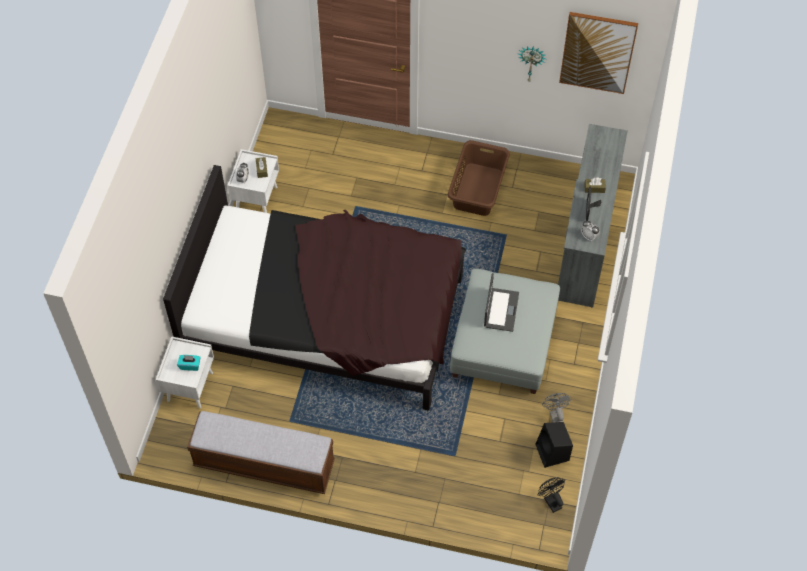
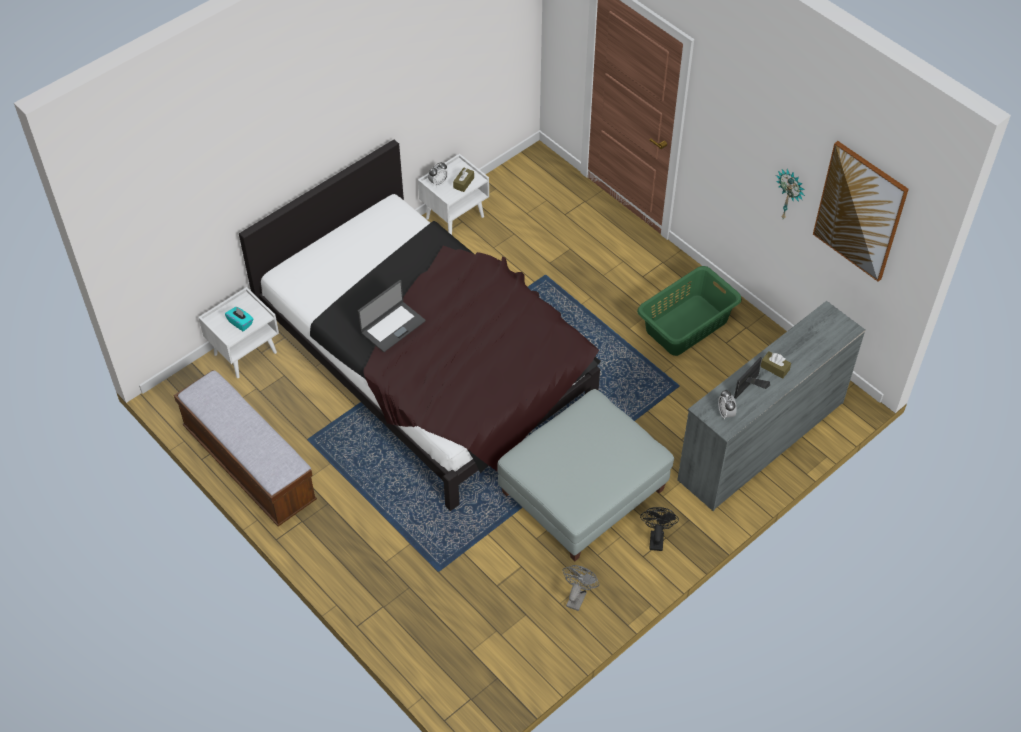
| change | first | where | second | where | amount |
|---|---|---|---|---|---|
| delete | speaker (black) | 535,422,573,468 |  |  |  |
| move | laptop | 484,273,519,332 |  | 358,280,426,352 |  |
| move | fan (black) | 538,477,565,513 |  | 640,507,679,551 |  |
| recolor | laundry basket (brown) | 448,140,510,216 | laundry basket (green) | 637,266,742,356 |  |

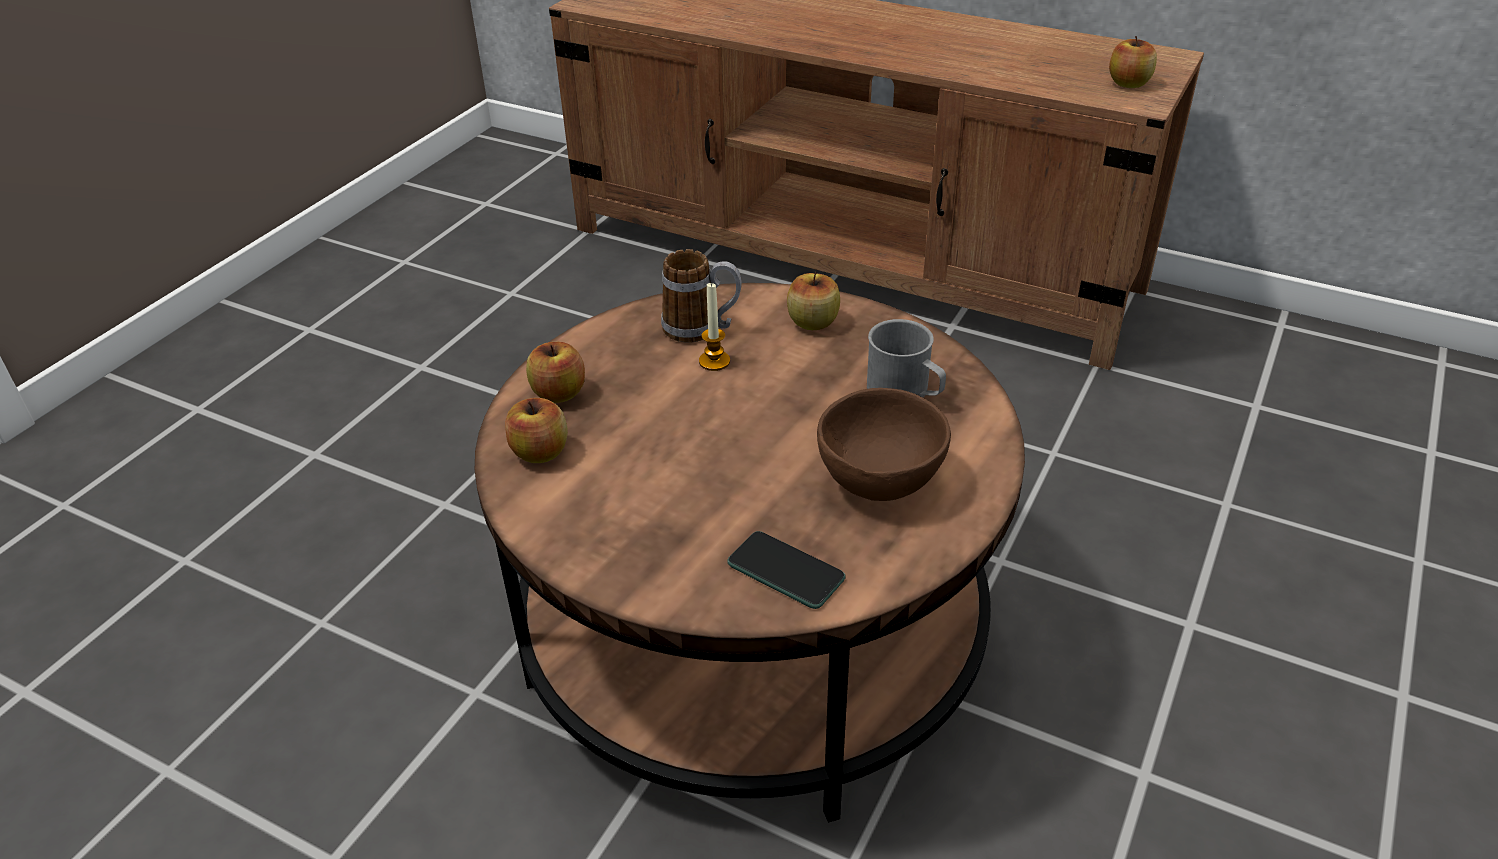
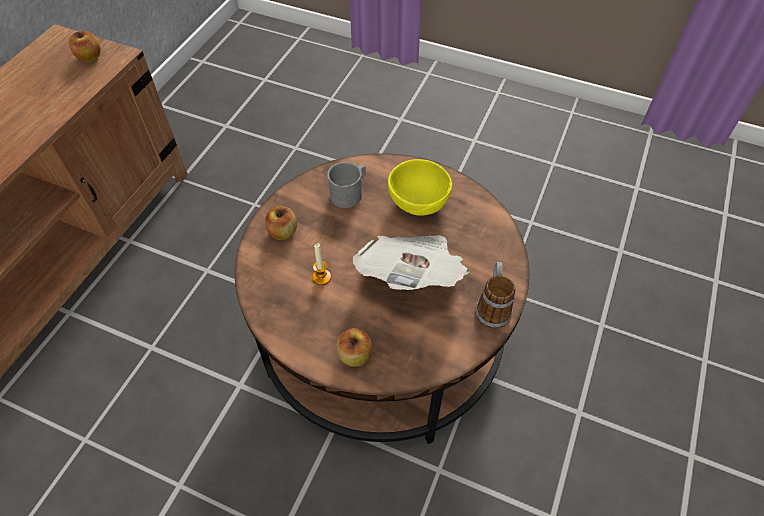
| change | first | where | second | where | amount |
|---|---|---|---|---|---|
| delete | apple | 505,398,568,463 |  |  |  |
| delete | phone | 727,531,846,609 |  |  |  |
| insert |  |  | newspaper | 352,235,469,290 |  |
| move | mug | 661,249,742,343 |  | 475,262,515,329 |  |
| recolor | bowl (brown) | 817,388,951,501 | bowl (yellow) | 388,159,452,216 |  |

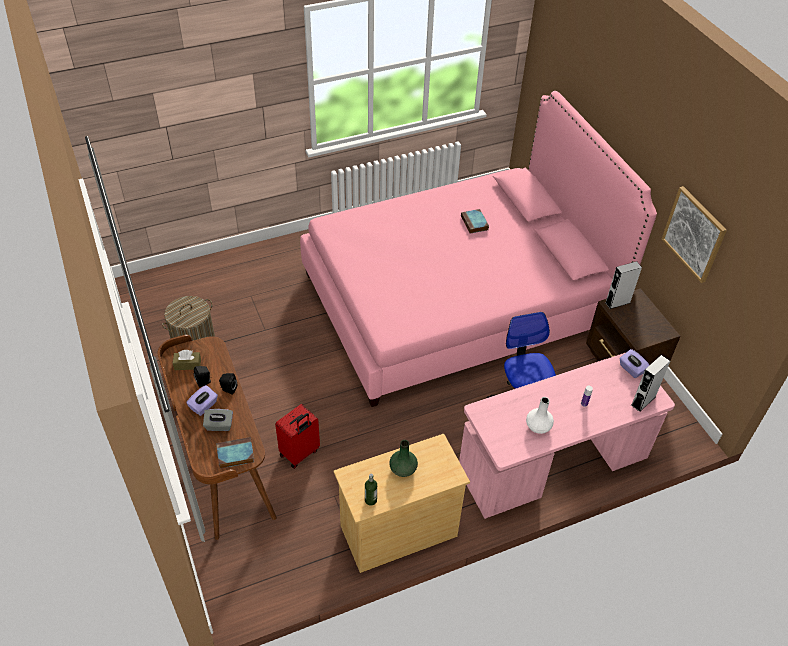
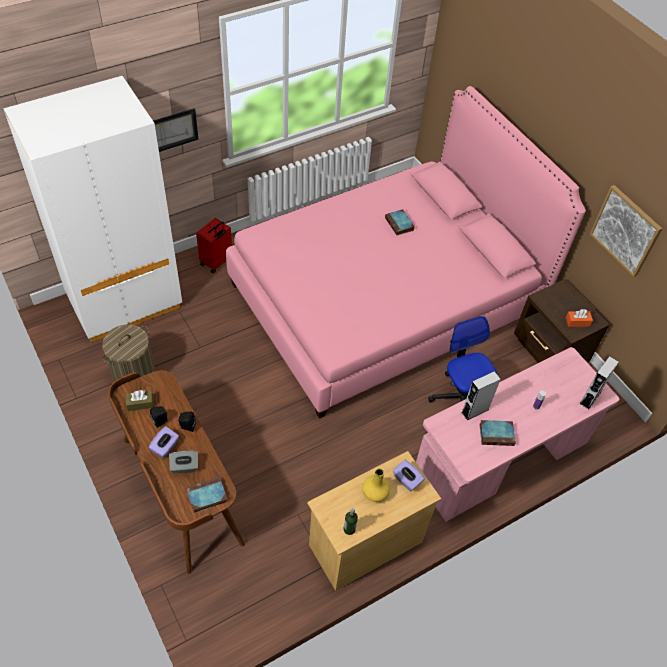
| change | first | where | second | where | amount |
|---|---|---|---|---|---|
| insert |  |  | wardrobe (white) | 3,76,182,342 |  |
| insert |  |  | picture | 153,108,199,152 |  |
| insert |  |  | tissue box (orange) | 566,309,593,327 |  |
| move | suitcase (red) | 275,404,320,469 |  | 196,218,232,273 |  |
| move | speaker (grey) | 605,261,642,309 |  | 461,371,501,420 |  |
| move | tissue box (purple) | 619,349,649,378 |  | 393,459,425,491 |  |
| replace | vase (white) | 526,397,554,434 | book | 479,420,516,446 |  |
| recolor | vase (green) | 389,440,418,477 | vase (yellow) | 362,468,390,502 |  |

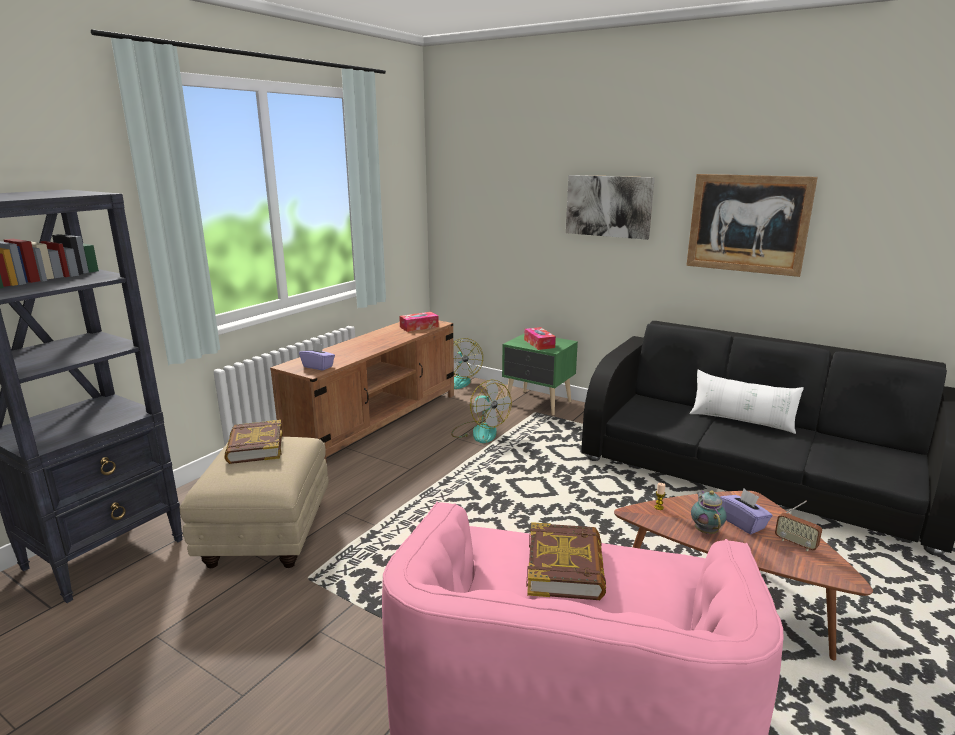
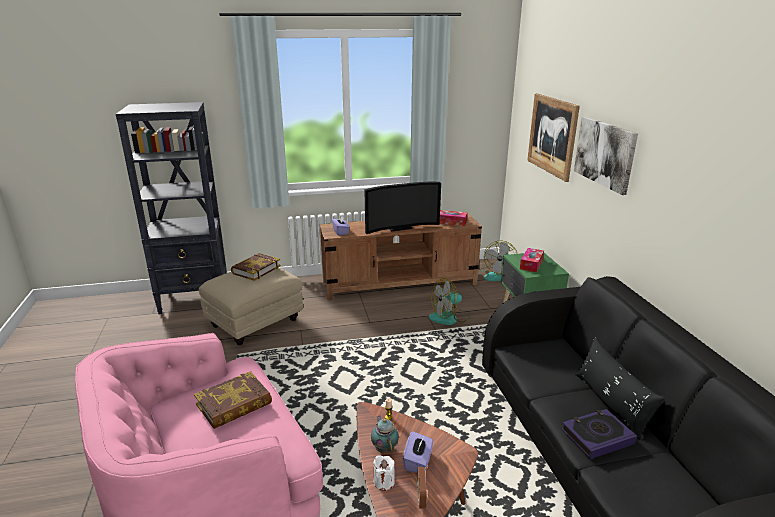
| change | first | where | second | where | amount |
|---|---|---|---|---|---|
| insert |  |  | television | 364,182,441,234 |  |
| insert |  |  | candle (white) | 373,455,395,491 |  |
| insert |  |  | book | 561,409,637,459 |  |
| move | picture | 686,174,818,277 |  | 527,93,580,182 |  |
| recolor | pillow (white) | 690,370,804,434 | pillow (black) | 575,337,665,440 |  |
| rotate | fan | 451,379,512,443 |  | 429,278,470,325 | 60 degrees clockwise |
| rotate | teapot | 691,490,727,534 |  | 371,415,399,453 | 60 degrees counterclockwise |

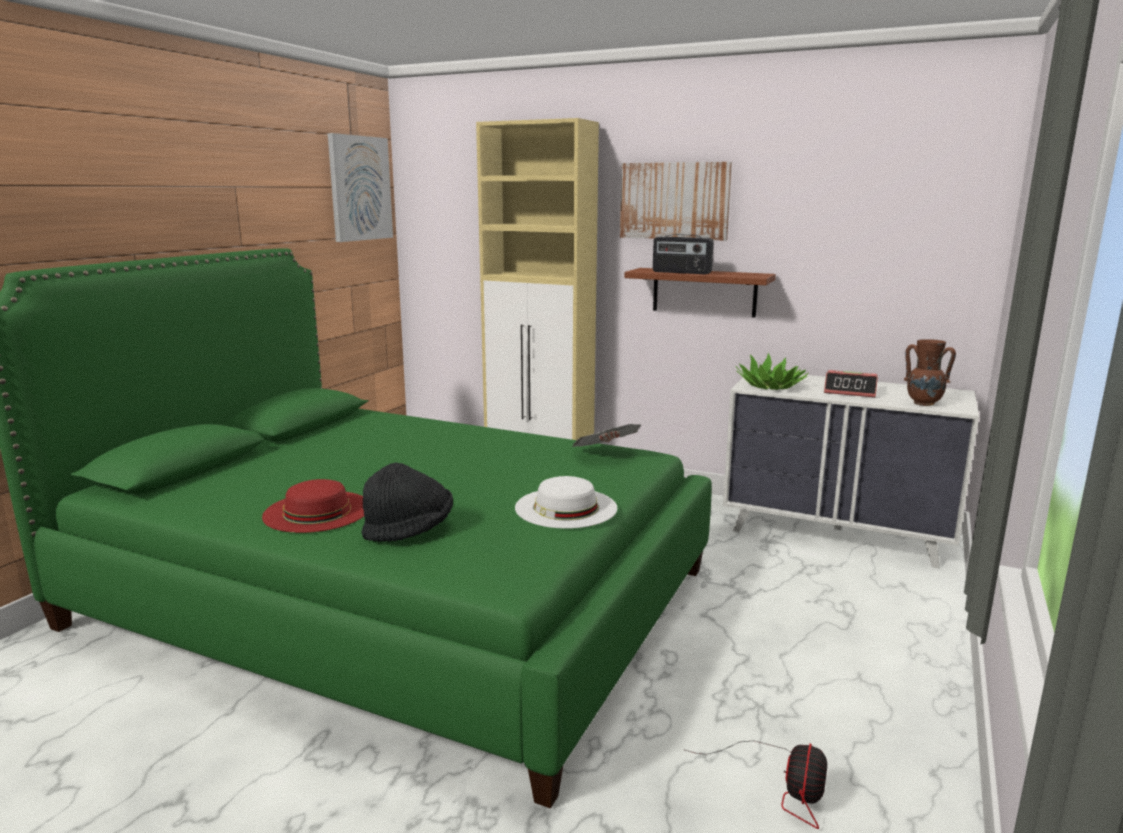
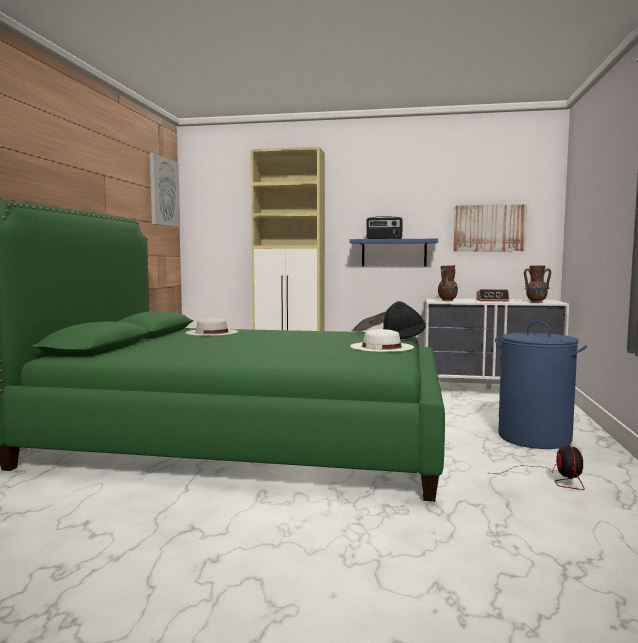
| change | first | where | second | where | amount |
|---|---|---|---|---|---|
| delete | hat (red) | 262,479,364,533 |  |  |  |
| insert |  |  | hat (white) | 185,318,238,336 |  |
| insert |  |  | laundry basket (blue) | 495,321,587,449 |  |
| move | hat (black) | 361,463,453,542 |  | 383,301,426,339 |  |
| move | picture | 620,162,732,241 |  | 453,204,527,252 |  |
| replace | potted plant | 735,353,809,390 | vase (brown) | 438,265,458,301 |  |
| recolor | shelf (brown) | 624,268,776,318 | shelf (blue) | 349,239,438,266 |  |

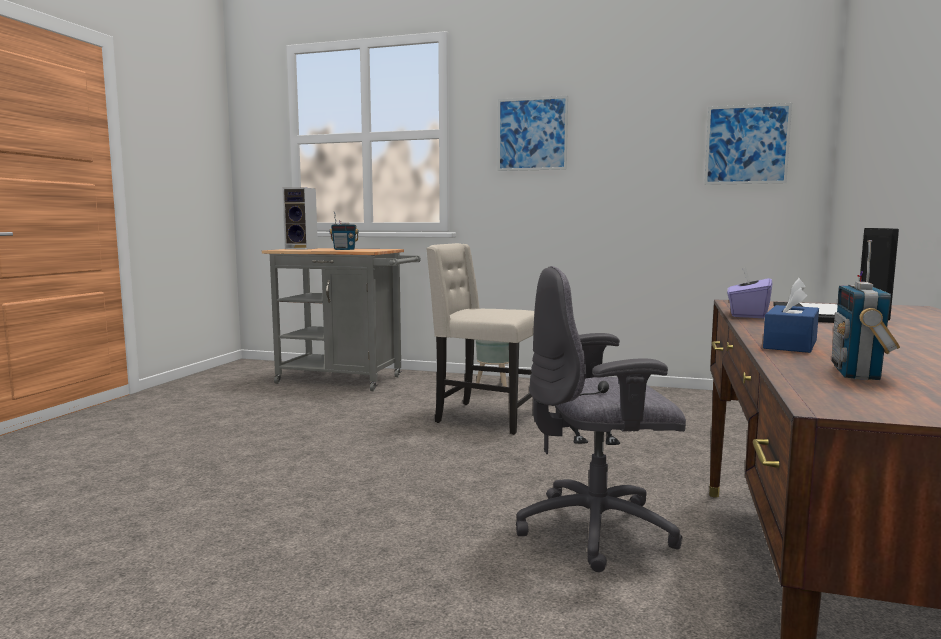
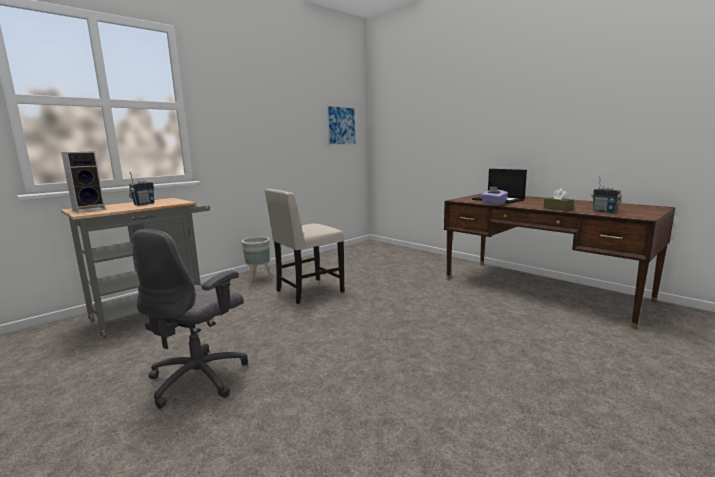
| change | first | where | second | where | amount |
|---|---|---|---|---|---|
| delete | picture | 497,96,568,171 |  |  |  |
| move | office chair (grey) | 516,266,686,572 |  | 132,229,248,409 |  |
| recolor | tissue box (blue) | 763,278,819,353 | tissue box (brown) | 544,188,574,211 |  |

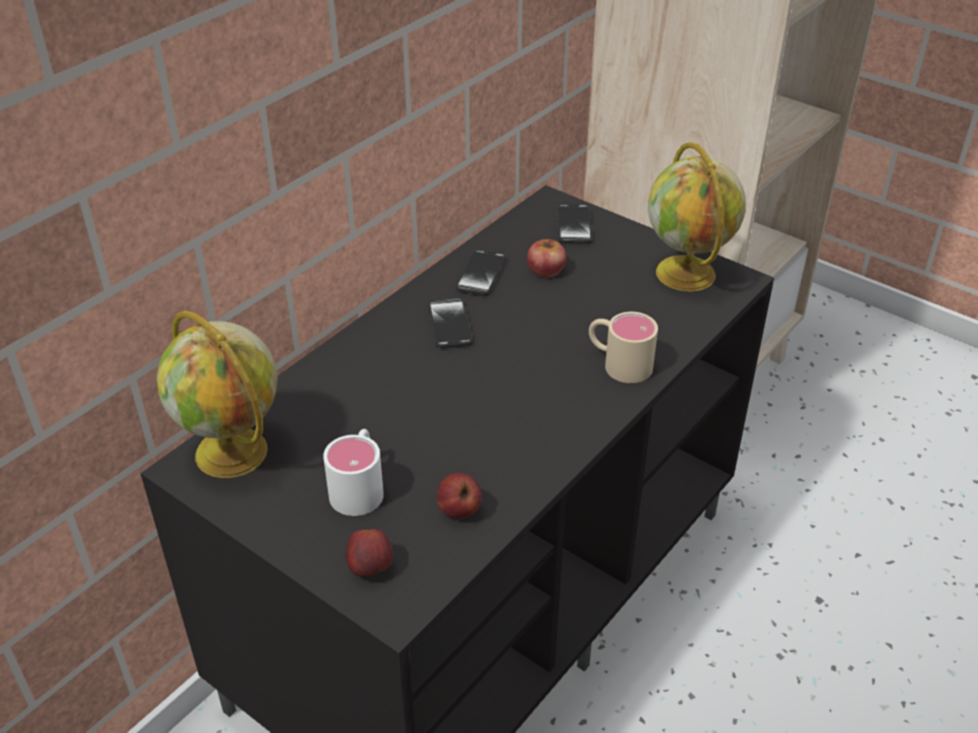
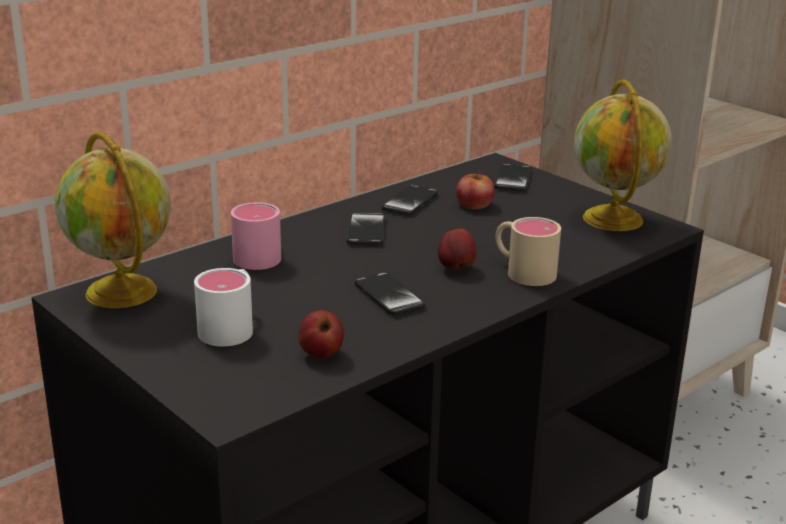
| change | first | where | second | where | amount |
|---|---|---|---|---|---|
| insert |  |  | mug (pink) | 231,202,281,270 |  |
| insert |  |  | phone | 355,272,425,316 |  |
| move | apple | 346,529,393,578 |  | 438,229,477,271 |  |

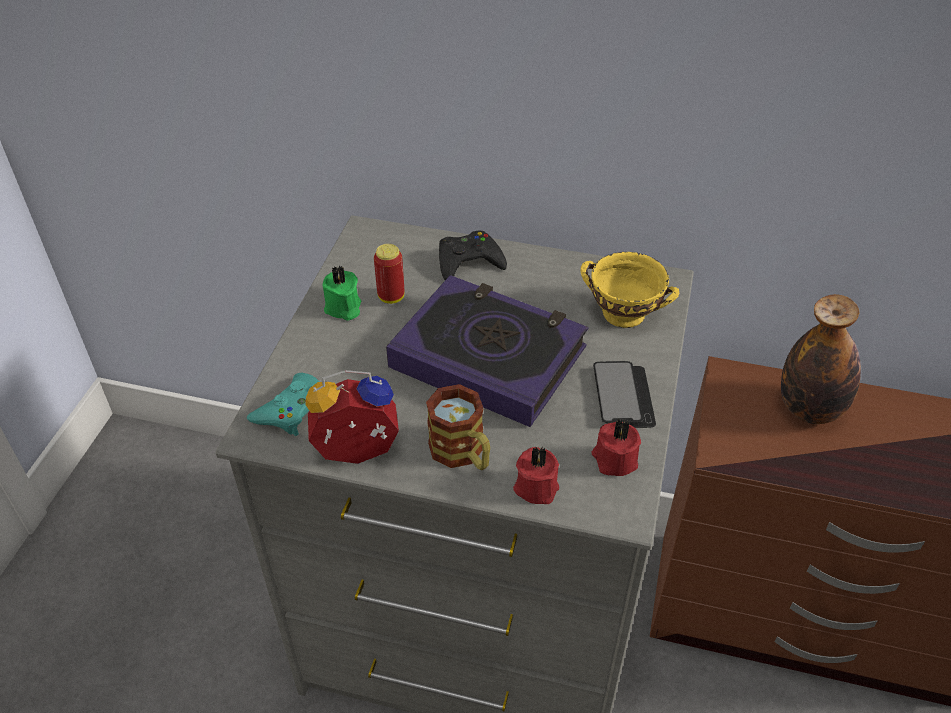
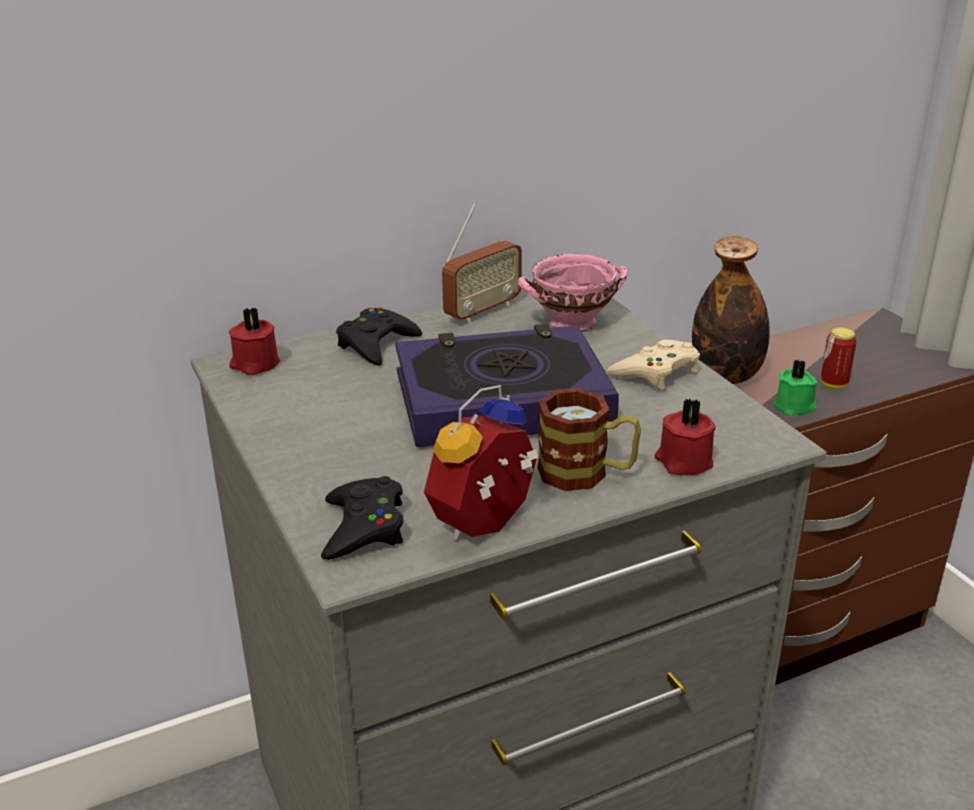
| change | first | where | second | where | amount |
|---|---|---|---|---|---|
| insert |  |  | radio | 442,202,522,323 |  |
| move | candle (green) | 322,265,361,321 |  | 774,360,818,416 |  |
| move | can | 374,244,405,304 |  | 821,327,857,389 |  |
| move | candle (red) | 591,419,641,476 |  | 229,308,280,375 |  |
| replace | phone | 593,361,656,428 | game controller (beige) | 606,340,700,390 |  |
| recolor | game controller (turquoise) | 247,373,320,436 | game controller (black) | 321,476,403,560 |  |
| recolor | bowl (yellow) | 580,252,680,328 | bowl (pink) | 518,254,628,332 |  |

